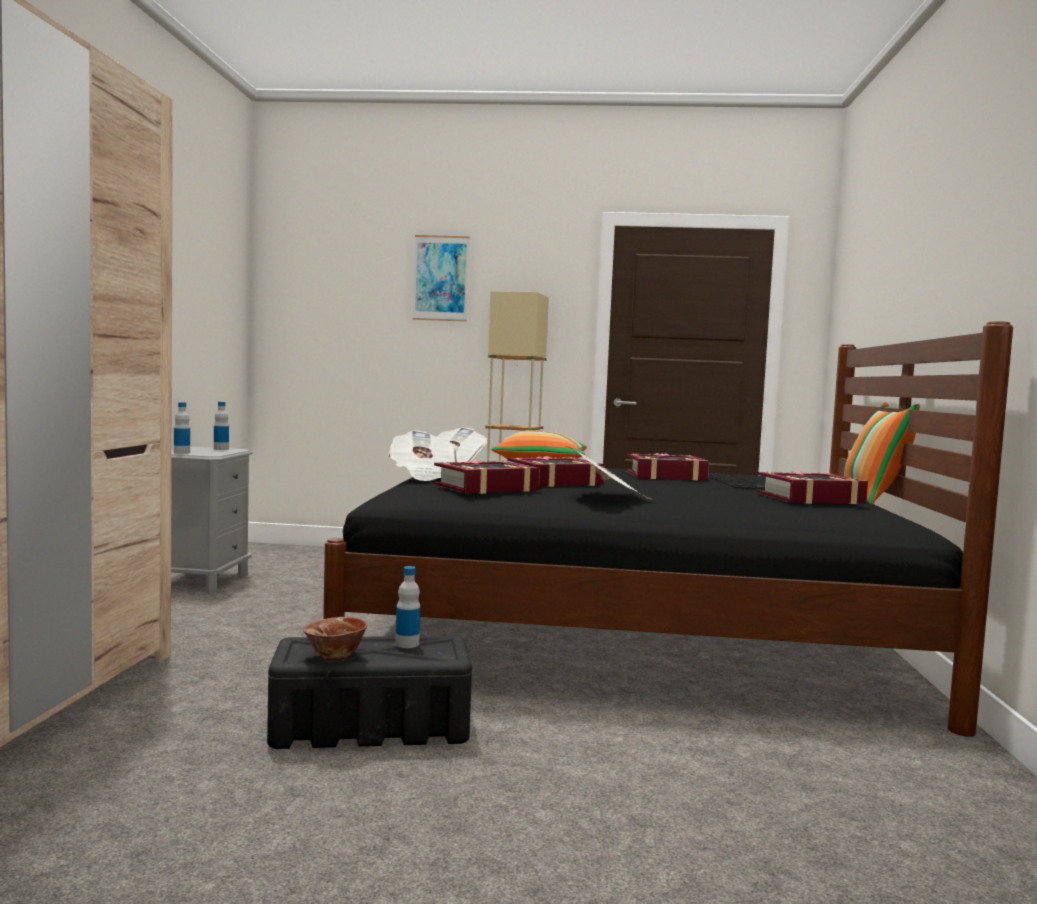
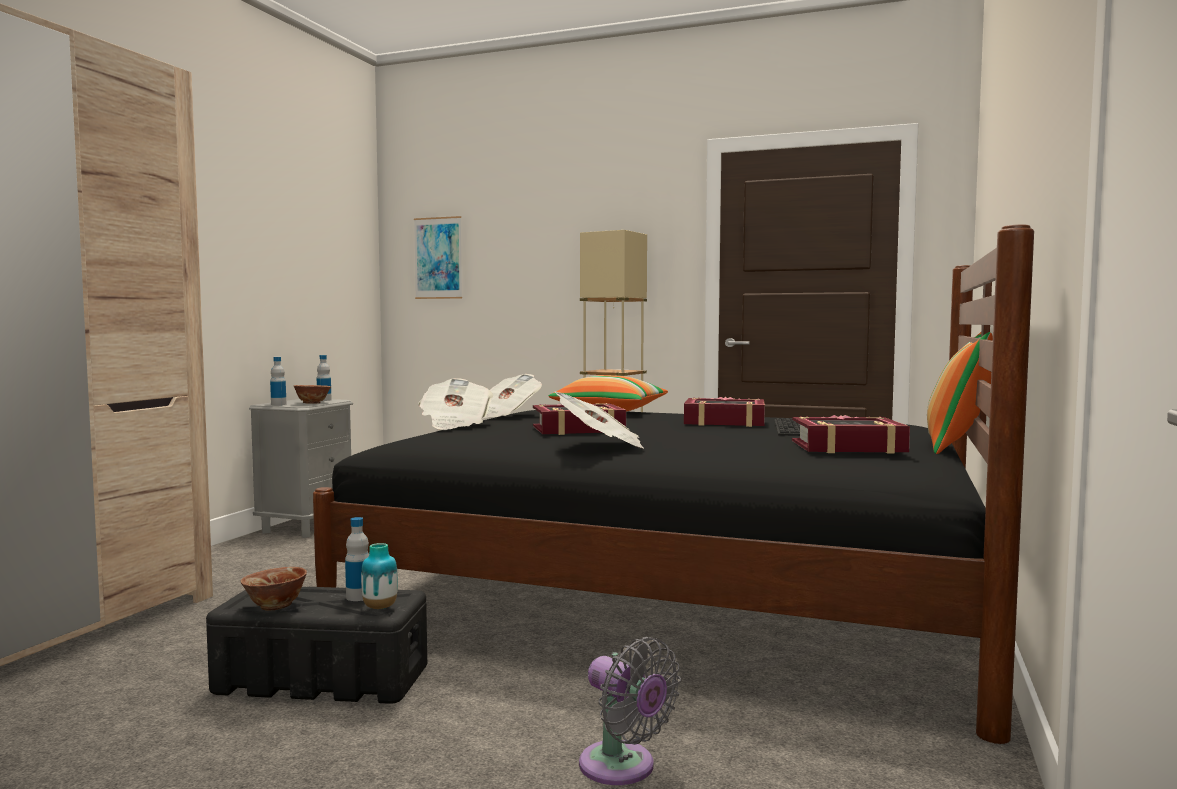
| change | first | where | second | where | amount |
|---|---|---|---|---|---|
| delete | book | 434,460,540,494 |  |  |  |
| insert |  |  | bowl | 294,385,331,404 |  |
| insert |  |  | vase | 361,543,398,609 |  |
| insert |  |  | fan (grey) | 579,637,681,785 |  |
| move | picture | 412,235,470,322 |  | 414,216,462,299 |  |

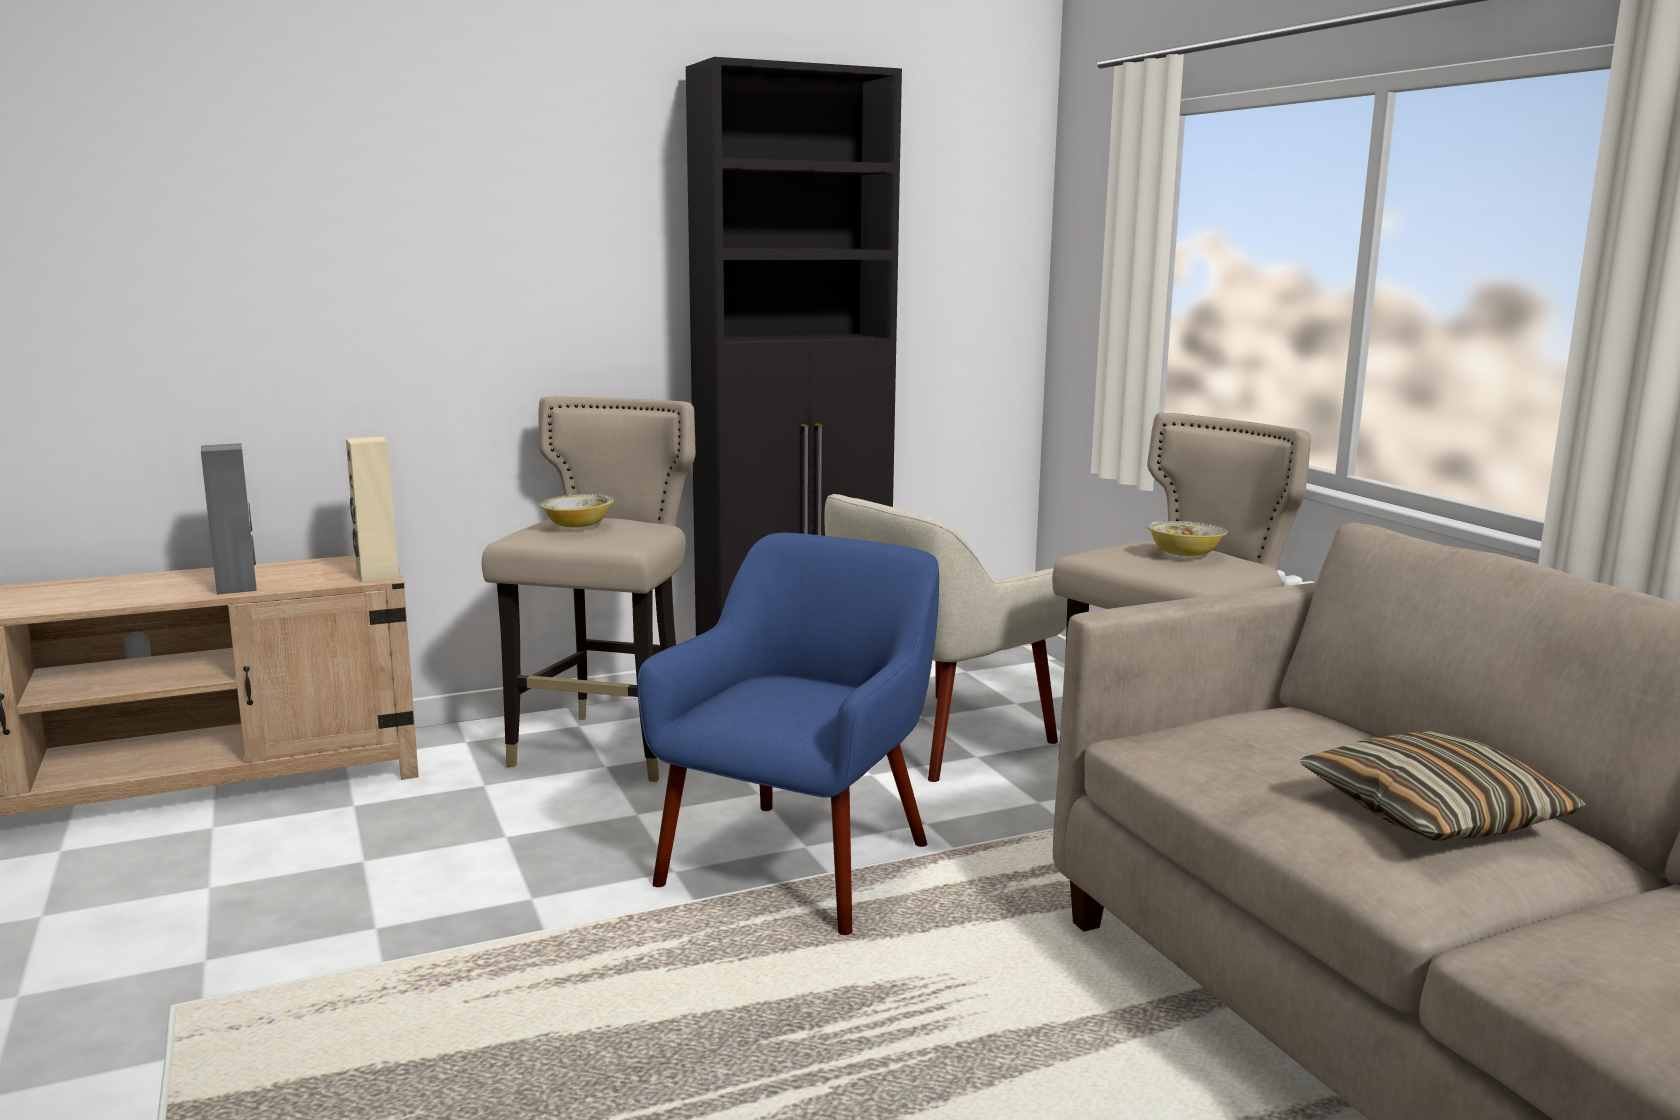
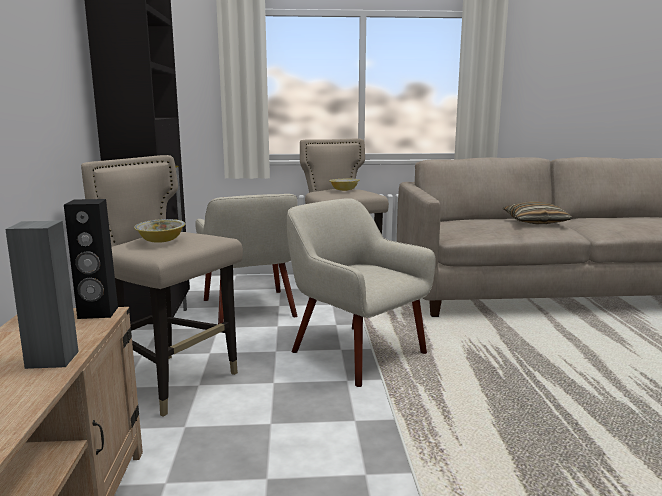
| change | first | where | second | where | amount |
|---|---|---|---|---|---|
| recolor | speaker (beige) | 346,436,399,582 | speaker (black) | 64,199,118,319 |  |
| recolor | armchair (blue) | 637,533,939,935 | armchair (beige) | 287,198,436,387 |  |

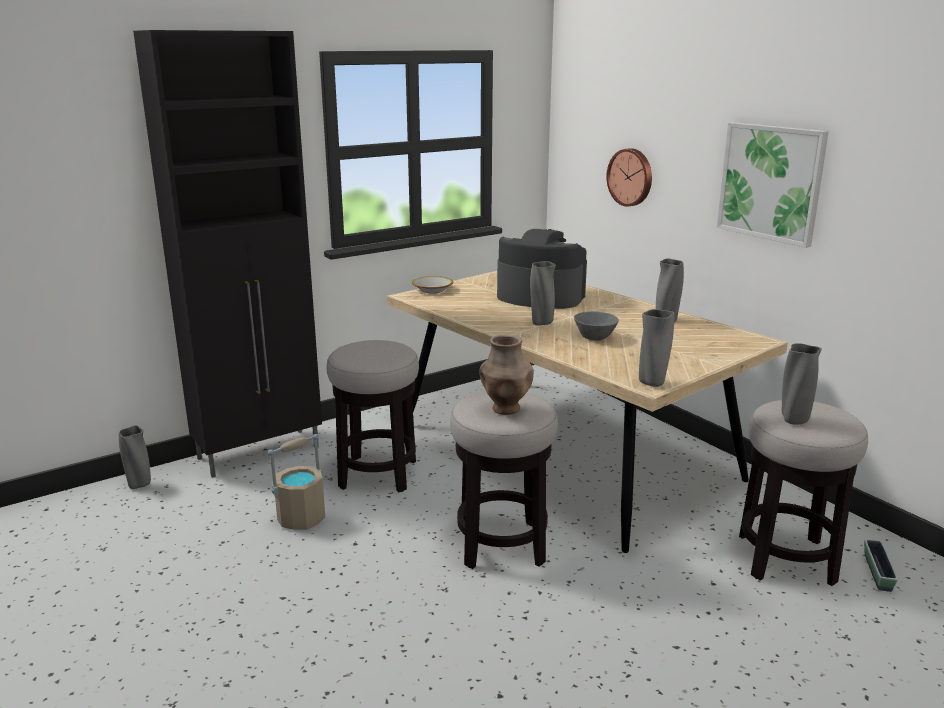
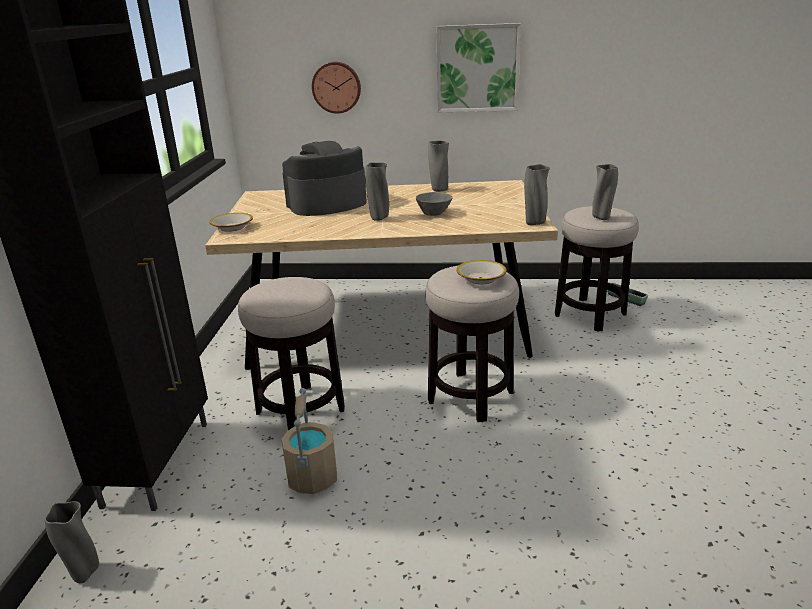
| change | first | where | second | where | amount |
|---|---|---|---|---|---|
| replace | vase (brown) | 479,335,534,415 | bowl | 456,260,507,284 |  |

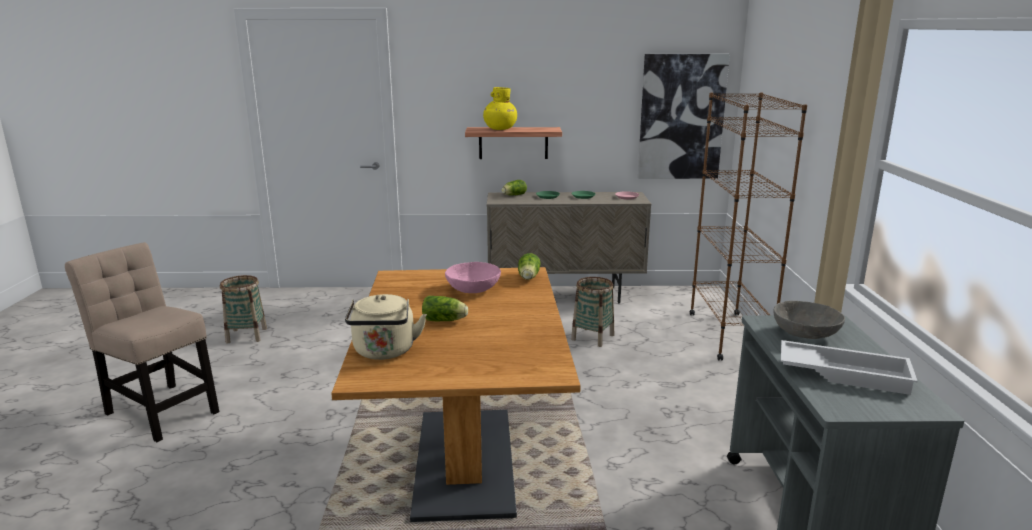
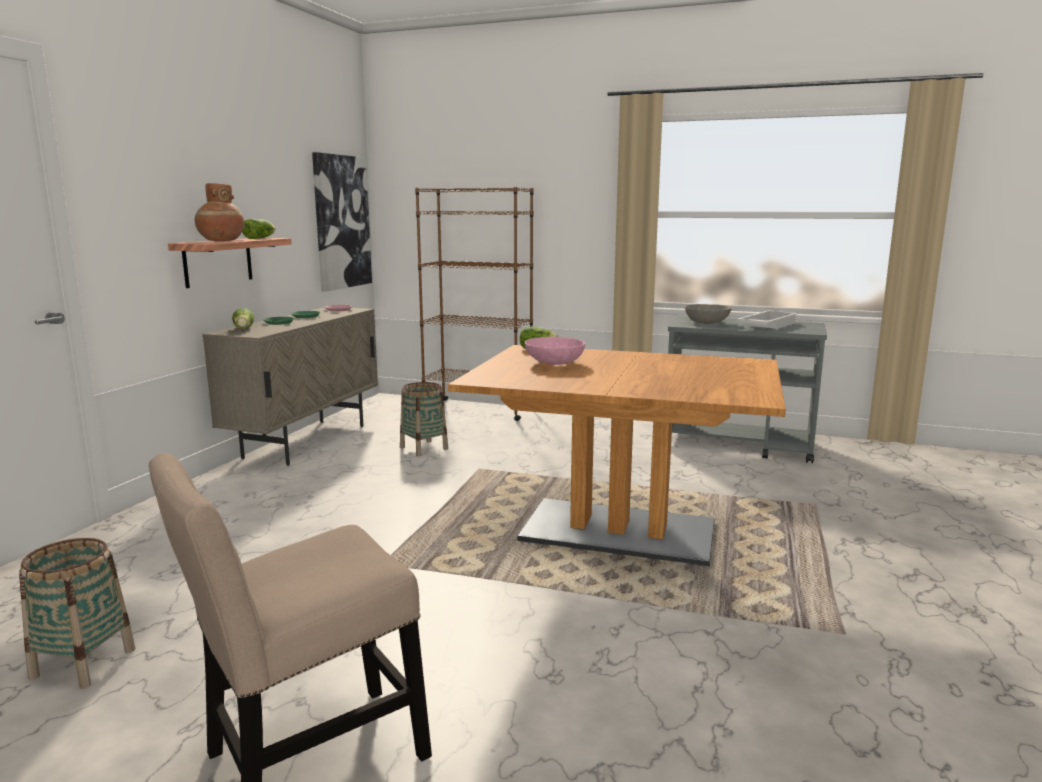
| change | first | where | second | where | amount |
|---|---|---|---|---|---|
| delete | kettle (beige) | 345,294,427,360 |  |  |  |
| move | lettuce | 422,296,468,321 |  | 242,219,275,239 |  |
| recolor | vase (yellow) | 483,87,517,130 | vase (brown) | 195,183,244,241 |  |

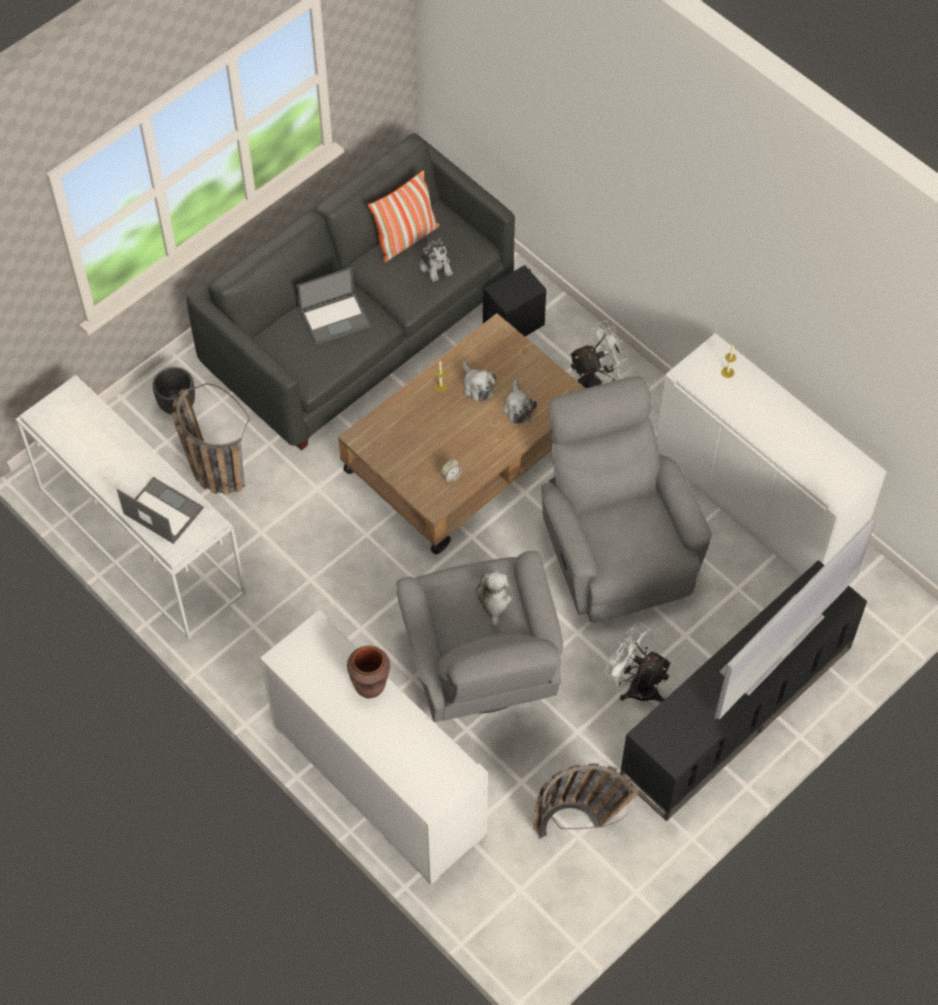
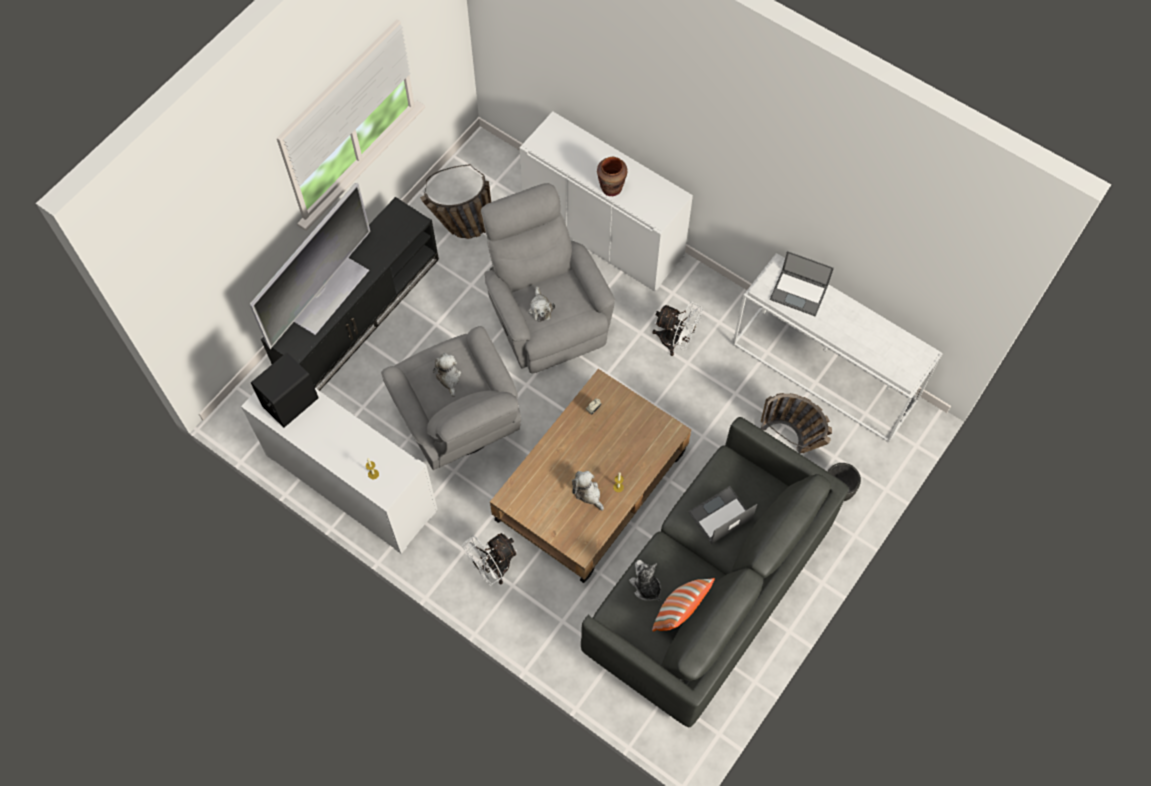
| change | first | where | second | where | amount |
|---|---|---|---|---|---|
| move | speaker (black) | 483,265,546,336 |  | 251,352,319,428 |  |
| move | plush toy | 502,380,537,423 |  | 433,353,461,397 |  |
| move | fan (white) | 604,622,672,702 |  | 652,301,703,356 |  |

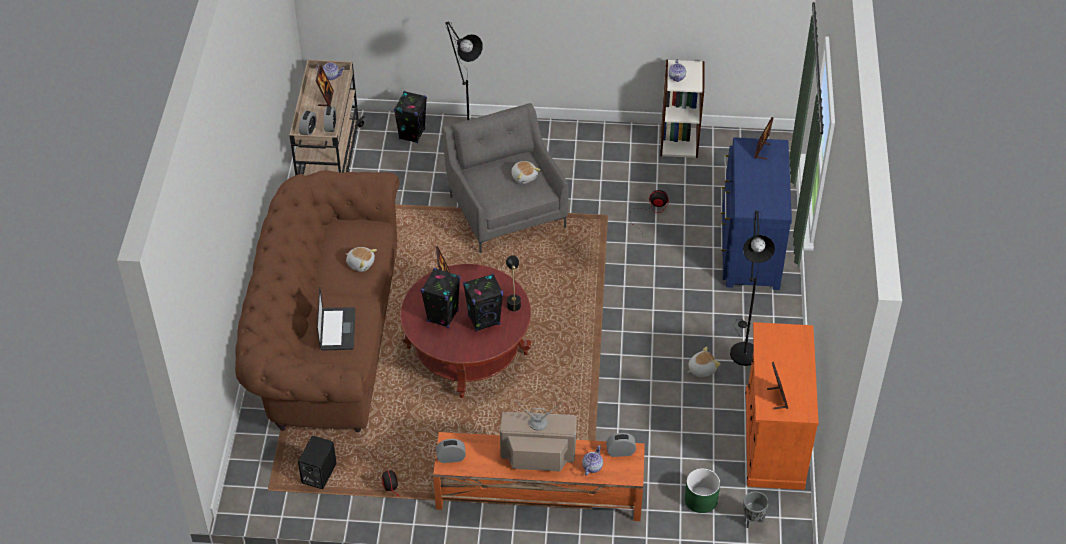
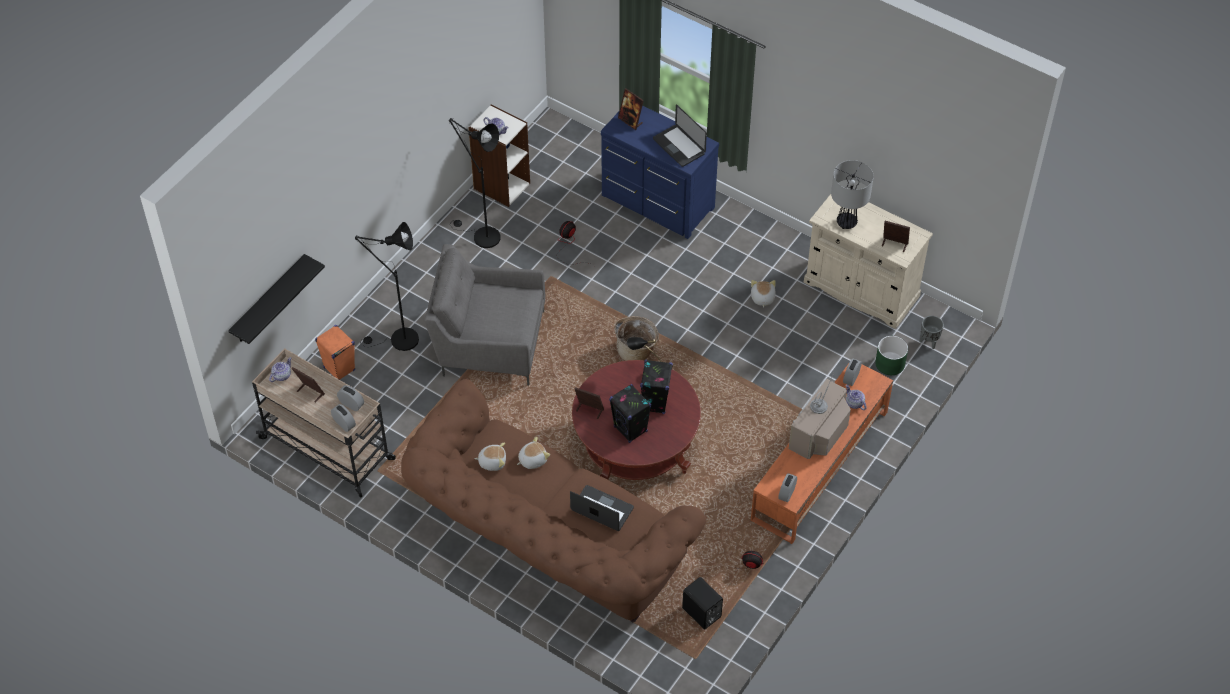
| change | first | where | second | where | amount |
|---|---|---|---|---|---|
| insert |  |  | shelf (black) | 228,254,325,344 |  |
| insert |  |  | basket | 615,316,659,361 |  |
| insert |  |  | laptop | 653,104,707,167 |  |
| insert |  |  | table lamp | 831,160,874,229 |  |
| move | plush toy | 511,161,540,184 |  | 474,442,506,471 |  |
| move | floor lamp (black) | 730,211,775,366 |  | 449,118,500,248 |  |
| recolor | speaker (black) | 394,91,427,143 | speaker (orange) | 315,325,355,380 |  |
| recolor | cabinet (orange) | 745,322,819,490 | cabinet (beige) | 804,194,933,329 |  |

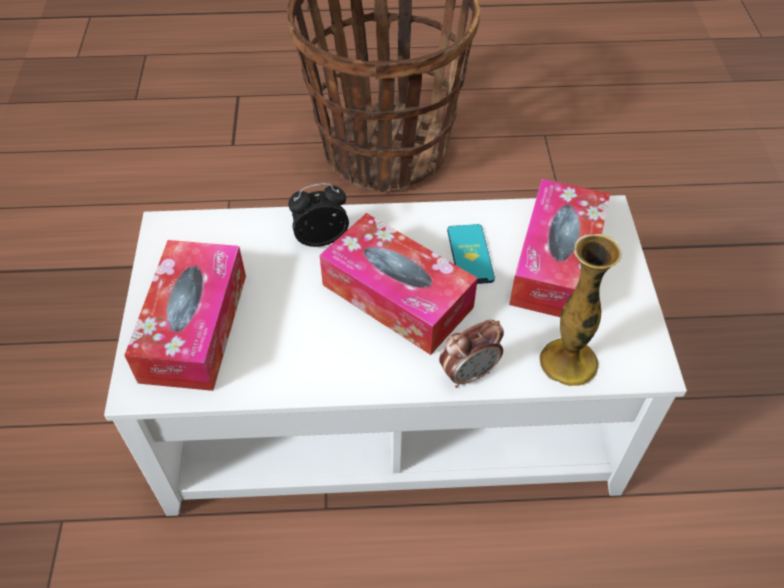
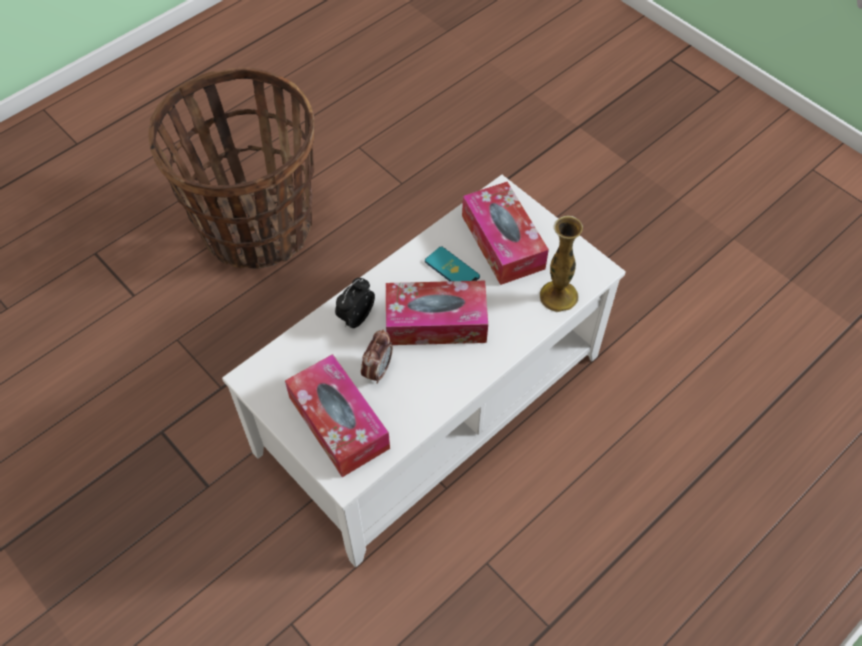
| change | first | where | second | where | amount |
|---|---|---|---|---|---|
| move | alarm clock | 439,320,504,388 |  | 361,329,393,384 |  |

